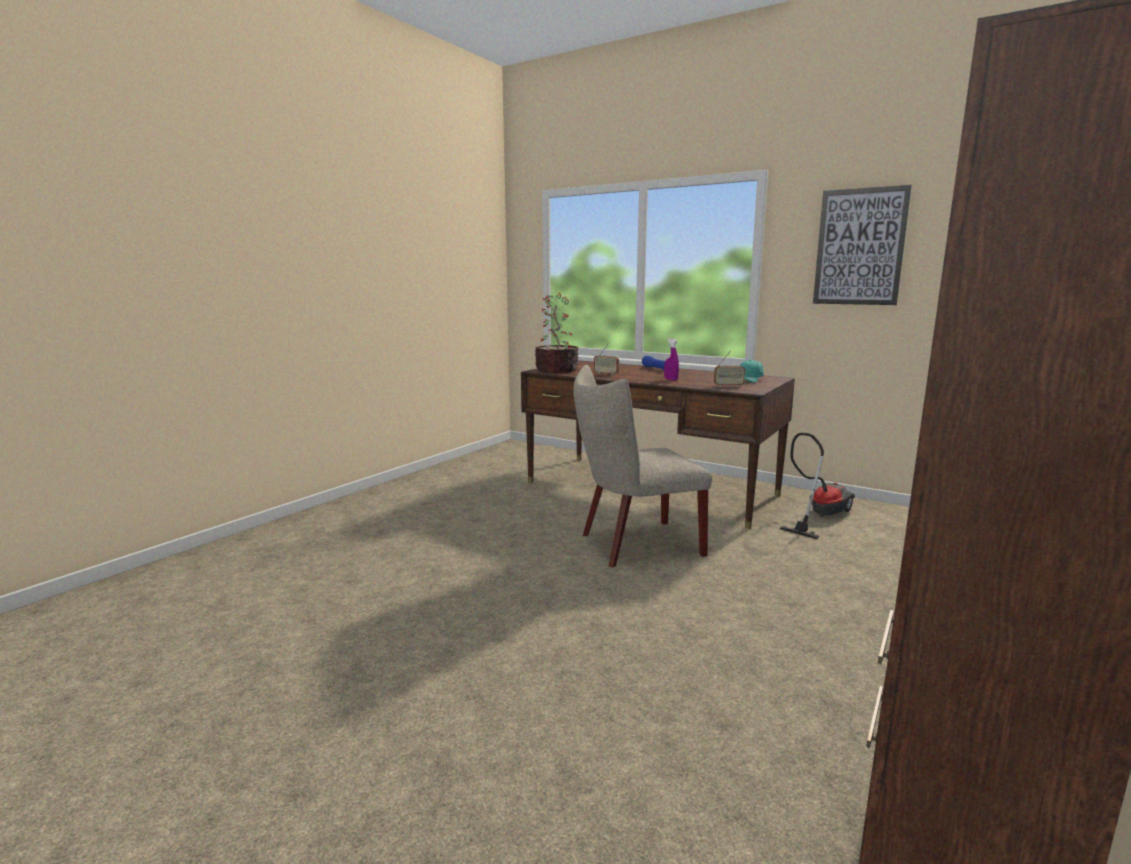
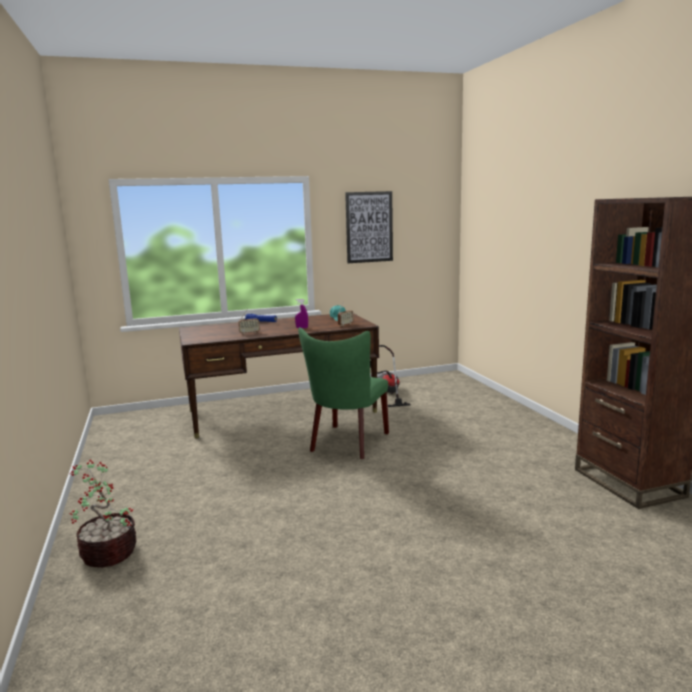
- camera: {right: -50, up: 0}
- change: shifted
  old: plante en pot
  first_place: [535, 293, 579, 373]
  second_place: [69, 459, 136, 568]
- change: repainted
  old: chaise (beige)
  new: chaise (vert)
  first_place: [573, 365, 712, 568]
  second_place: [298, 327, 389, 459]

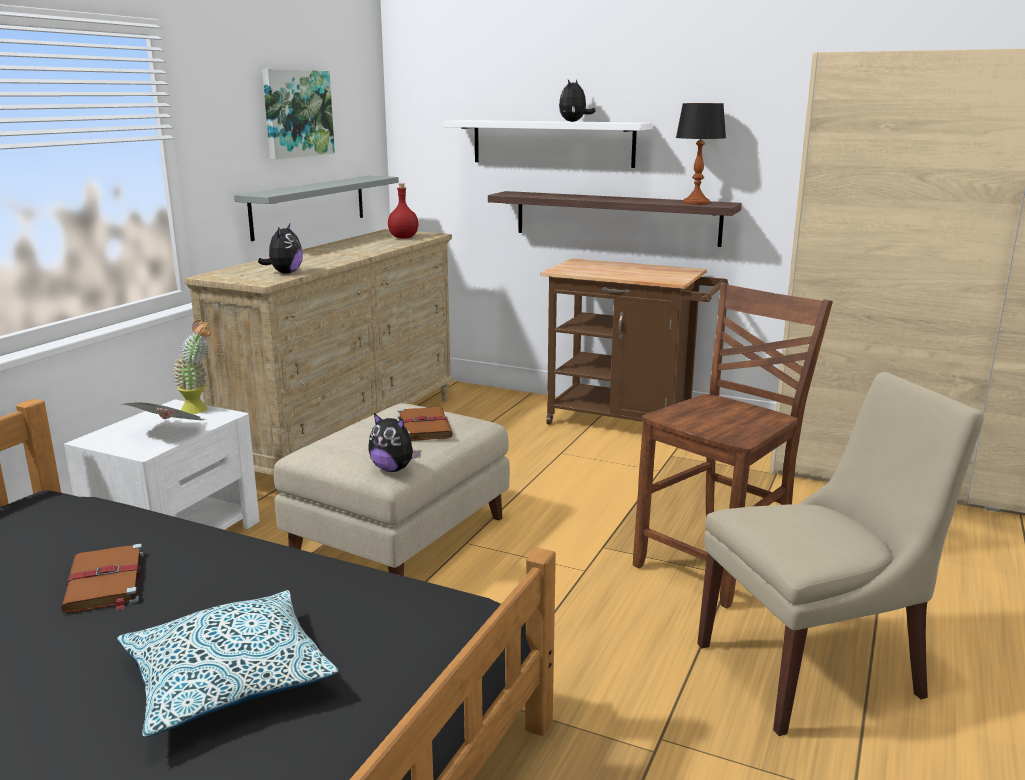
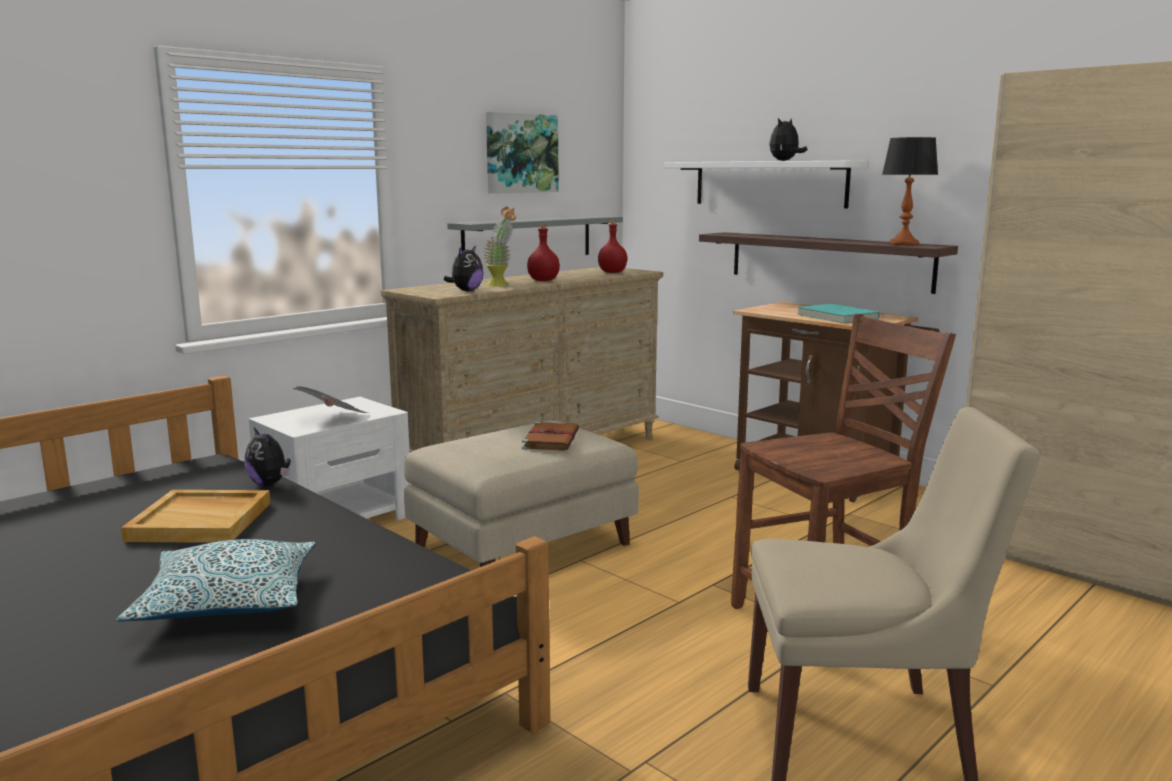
- camera: {right: 20, up: -5}
- change: shifted
  old: plante en pot
  first_place: [172, 320, 212, 414]
  second_place: [483, 207, 516, 287]
- change: shifted
  old: peluche
  first_place: [368, 413, 421, 472]
  second_place: [244, 428, 290, 486]
- change: swapped
  old: livre (marron)
  new: plateau (beige)
  first_place: [61, 544, 143, 613]
  second_place: [121, 490, 270, 543]
- change: new
  new: bouteille (rouge)
  second_place: [527, 224, 560, 281]
- change: new
  new: livre (turquoise)
  second_place: [797, 304, 880, 324]

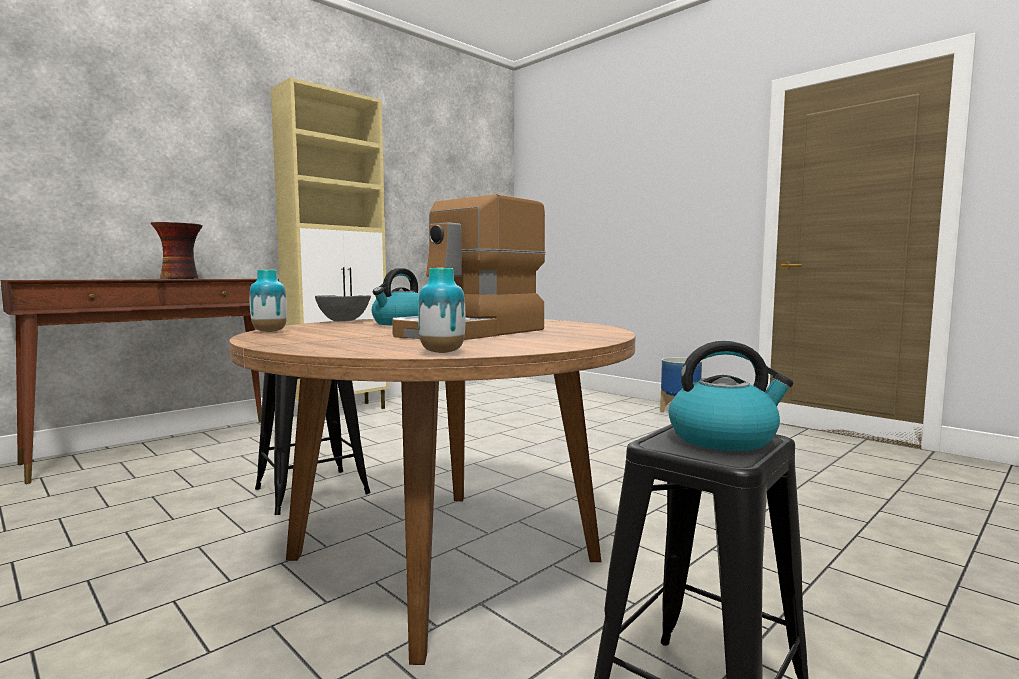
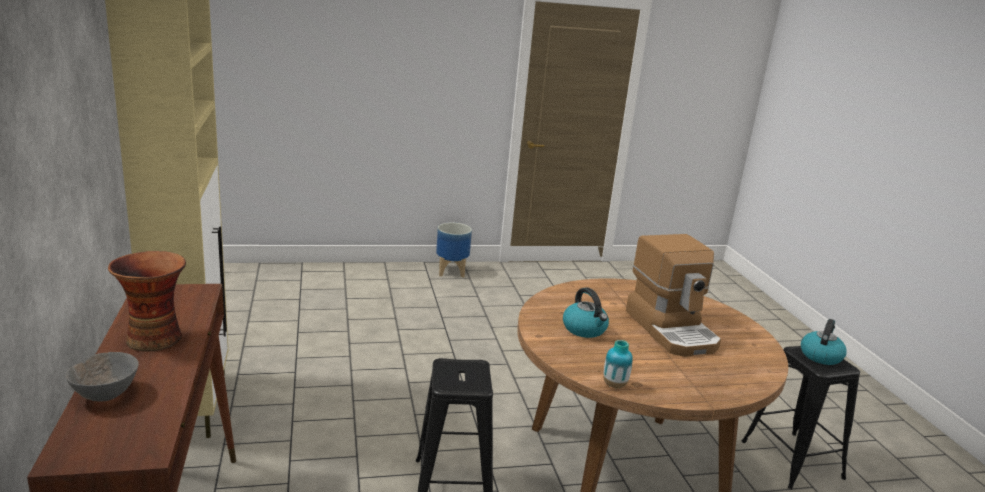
- camera: {right: -60, up: 15}
- change: gone
  old: vase
  first_place: [418, 268, 466, 353]
- change: shifted
  old: bol (gris)
  first_place: [315, 295, 371, 322]
  second_place: [66, 352, 139, 402]

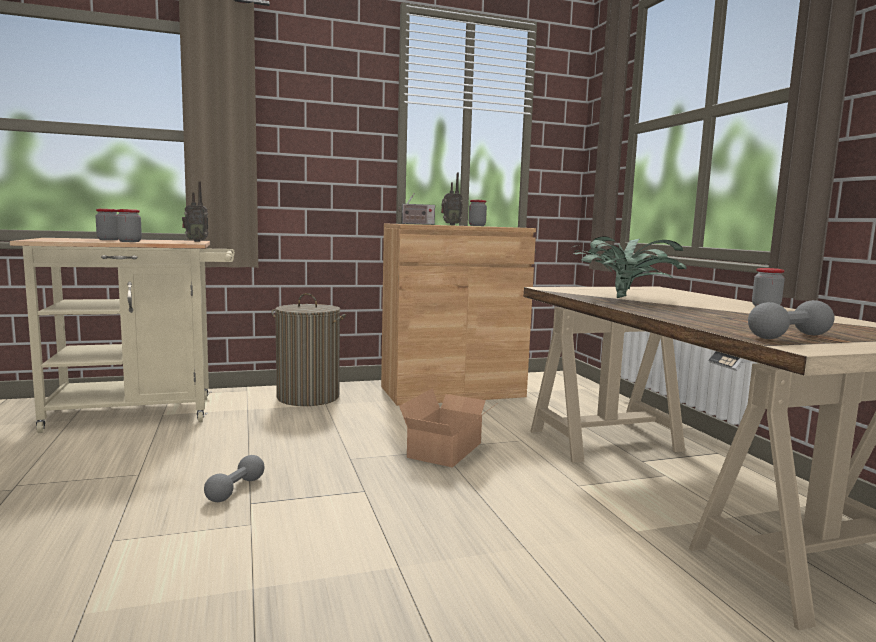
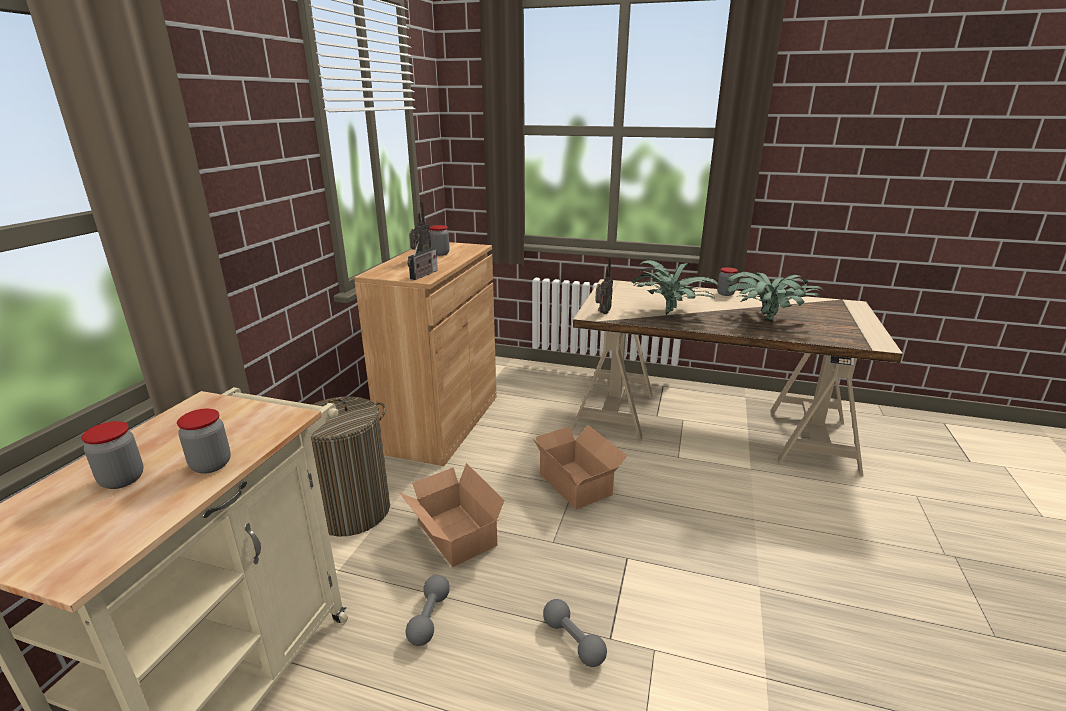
- camera: {right: -55, up: 15}
- change: shifted
  old: radio
  first_place: [182, 181, 209, 242]
  second_place: [595, 257, 613, 314]
- change: shifted
  old: haltère (gris)
  first_place: [748, 300, 834, 339]
  second_place: [406, 575, 450, 646]
- change: new
  new: plante en pot
  second_place: [725, 272, 823, 322]
- change: new
  new: carton
  second_place: [399, 463, 504, 567]

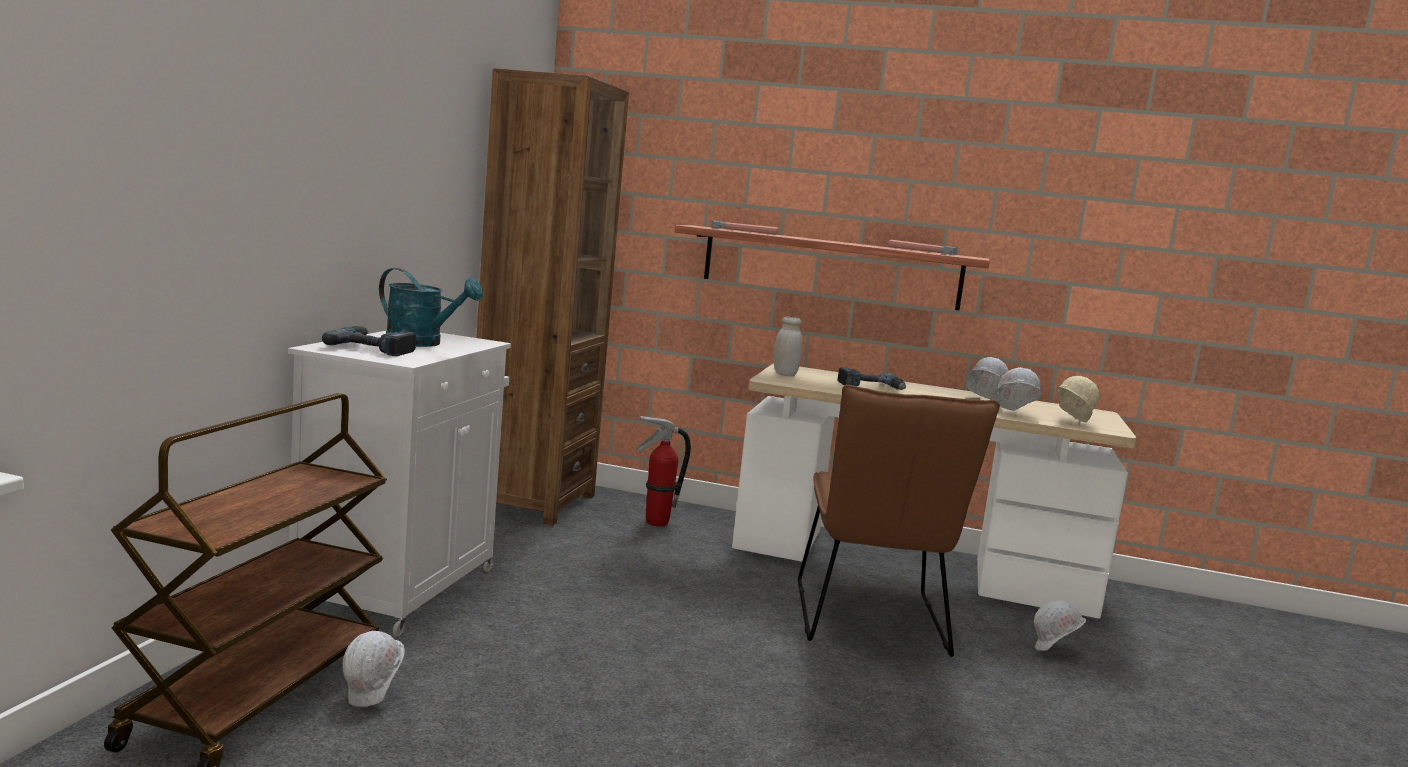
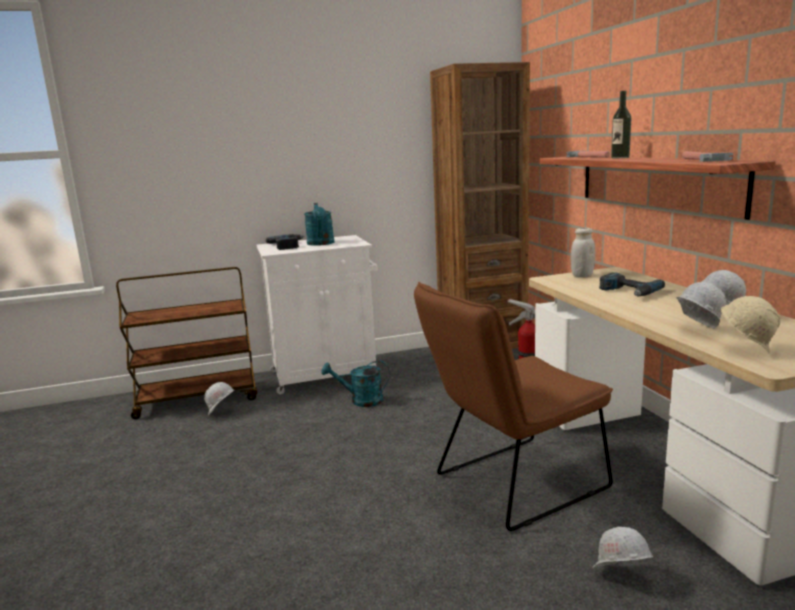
- camera: {right: 60, up: 5}
- change: new
  new: bouteille
  second_place: [611, 91, 631, 158]
- change: new
  new: arrosoir (turquoise)
  second_place: [321, 361, 390, 407]

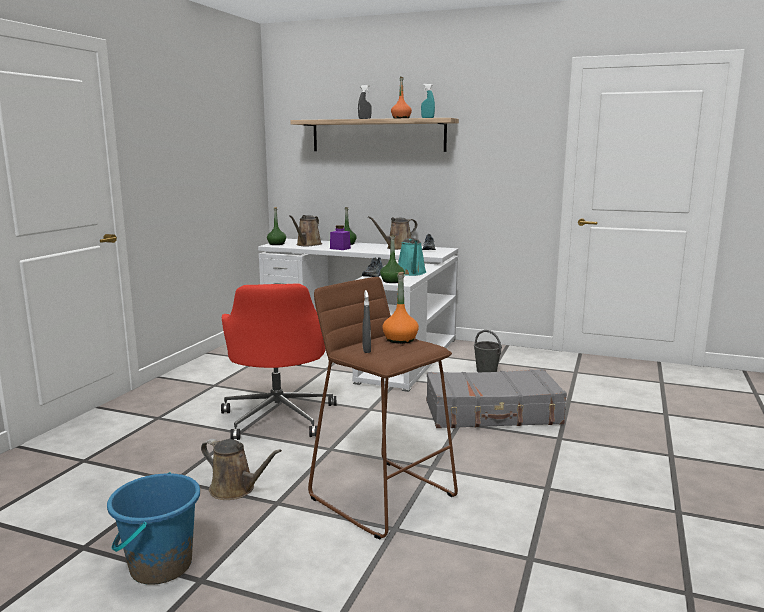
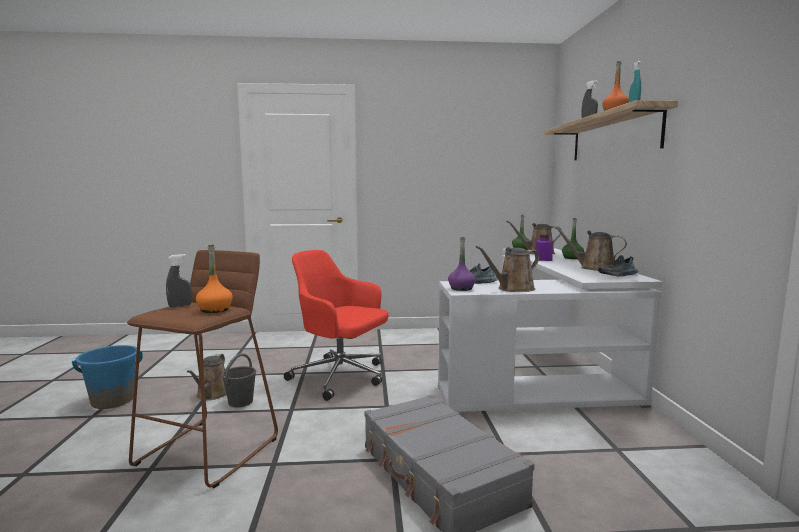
- camera: {right: 65, up: -5}
- change: repainted
  old: bouteille (vert)
  new: bouteille (violet)
  first_place: [380, 235, 405, 283]
  second_place: [448, 237, 476, 291]
- change: repainted
  old: arrosoir (turquoise)
  new: arrosoir (marron)
  first_place: [398, 238, 426, 276]
  second_place: [476, 246, 539, 292]
- change: rotated
  old: chaise de bureau (rouge)
  first_place: [221, 284, 336, 440]
  second_place: [284, 250, 389, 401]
  degrees: 60
- change: shifted
  old: seau (gris)
  first_place: [474, 330, 502, 372]
  second_place: [222, 353, 256, 407]

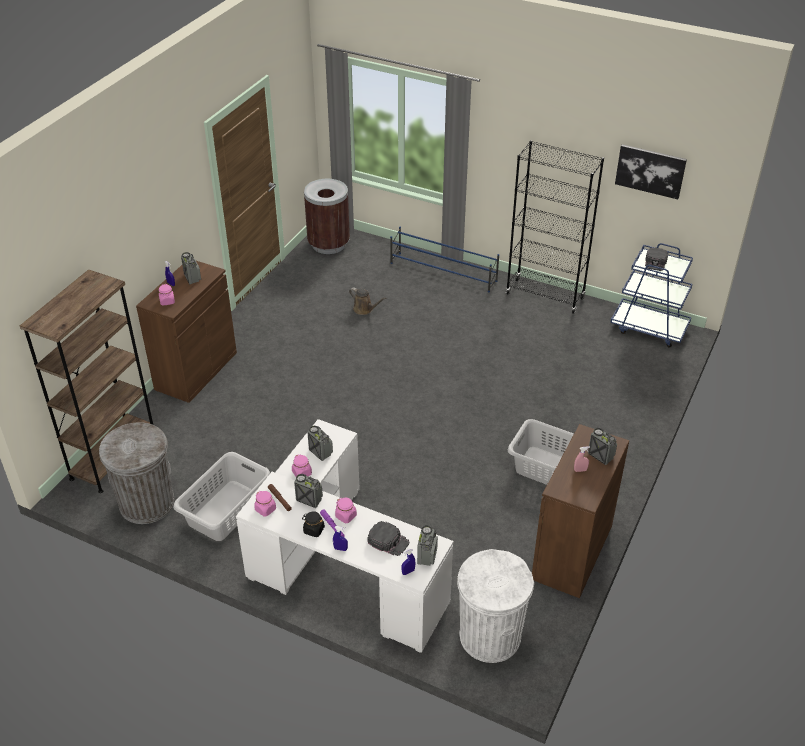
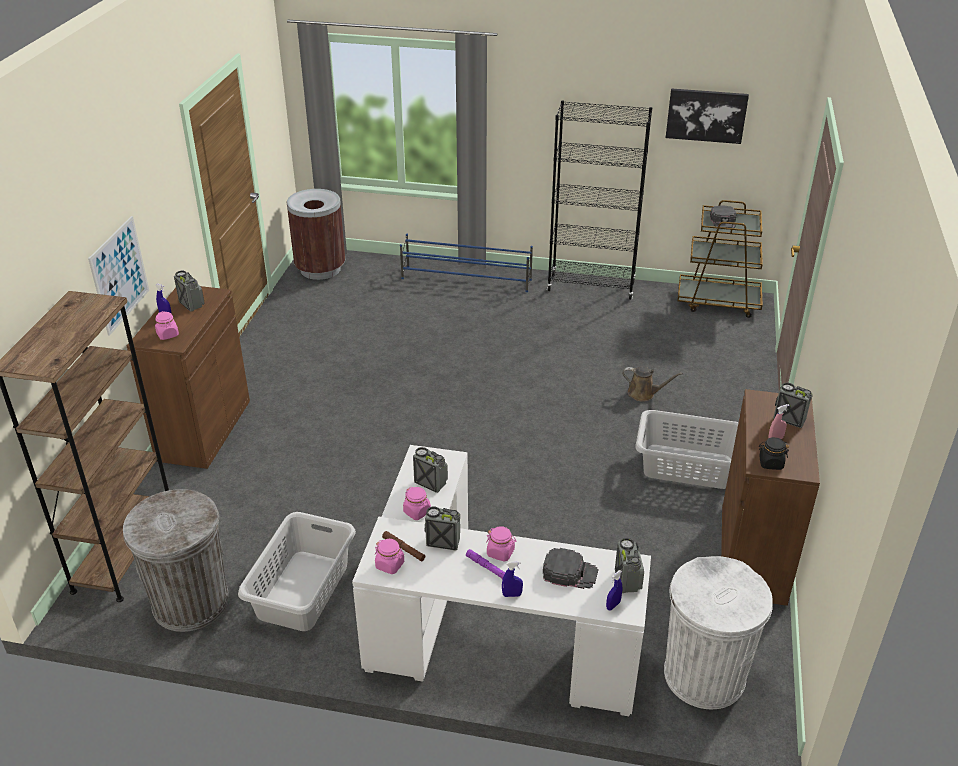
- camera: {right: -15, up: -5}
- change: repainted
  old: chariot (bleu)
  new: chariot (marron)
  first_place: [610, 243, 693, 347]
  second_place: [677, 200, 763, 318]
- change: shifted
  old: arrosoir (marron)
  first_place: [349, 288, 386, 315]
  second_place: [622, 367, 683, 402]
- change: shifted
  old: bocal (noir)
  first_place: [303, 511, 325, 537]
  second_place: [759, 437, 789, 470]
- change: new
  new: tableau
  second_place: [88, 216, 149, 336]

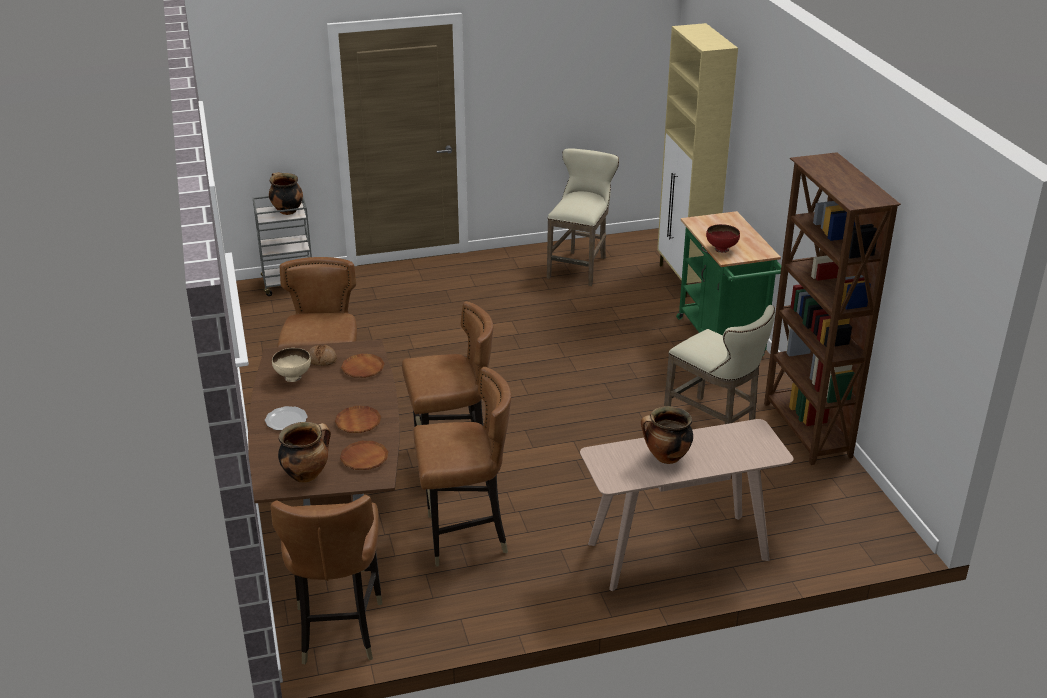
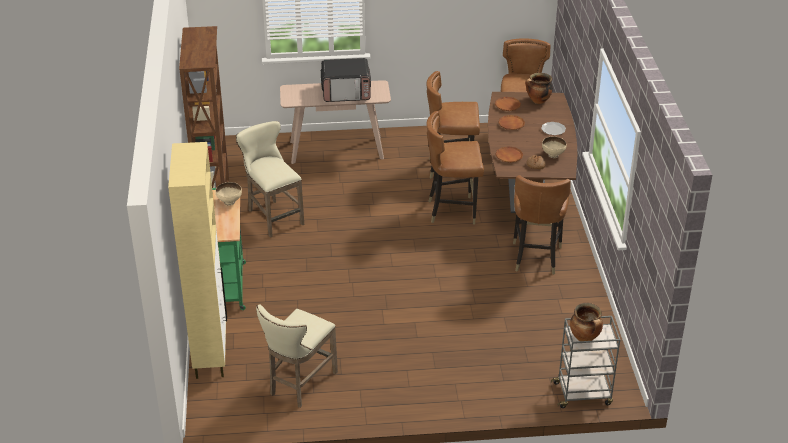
- camera: {right: -170, up: 5}
- change: repainted
  old: bol (rouge)
  new: bol (beige)
  first_place: [706, 224, 740, 253]
  second_place: [216, 182, 242, 206]
- change: swapped
  old: marmite
  new: micro-ondes
  first_place: [641, 406, 693, 464]
  second_place: [321, 58, 371, 102]

